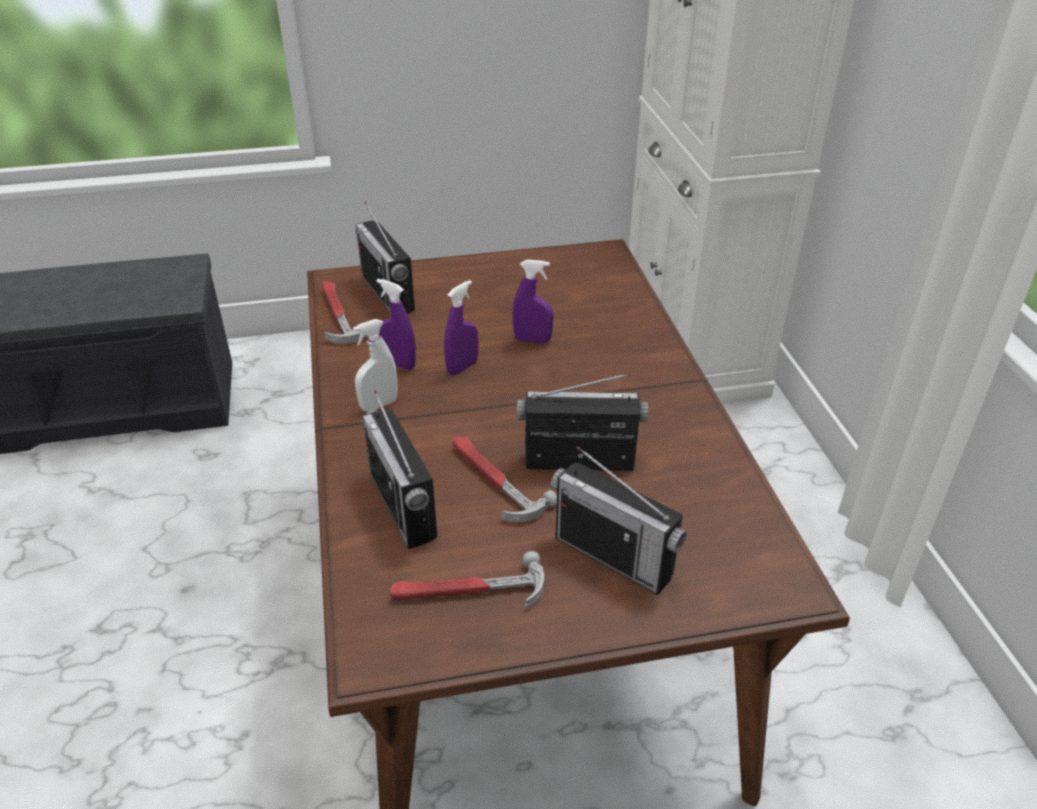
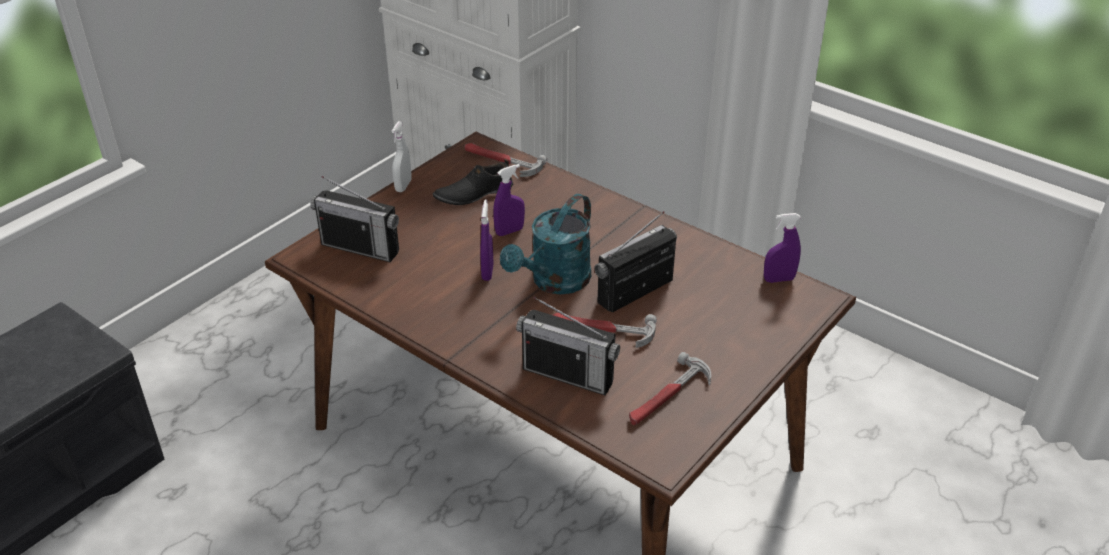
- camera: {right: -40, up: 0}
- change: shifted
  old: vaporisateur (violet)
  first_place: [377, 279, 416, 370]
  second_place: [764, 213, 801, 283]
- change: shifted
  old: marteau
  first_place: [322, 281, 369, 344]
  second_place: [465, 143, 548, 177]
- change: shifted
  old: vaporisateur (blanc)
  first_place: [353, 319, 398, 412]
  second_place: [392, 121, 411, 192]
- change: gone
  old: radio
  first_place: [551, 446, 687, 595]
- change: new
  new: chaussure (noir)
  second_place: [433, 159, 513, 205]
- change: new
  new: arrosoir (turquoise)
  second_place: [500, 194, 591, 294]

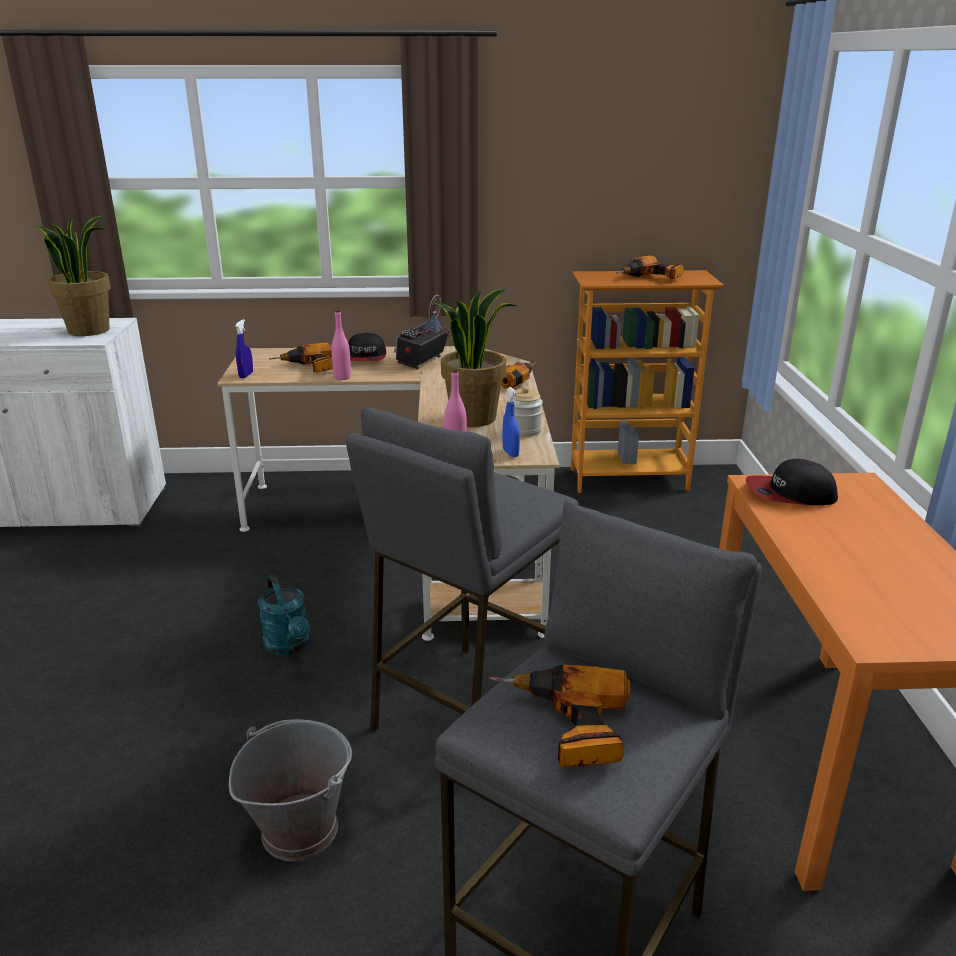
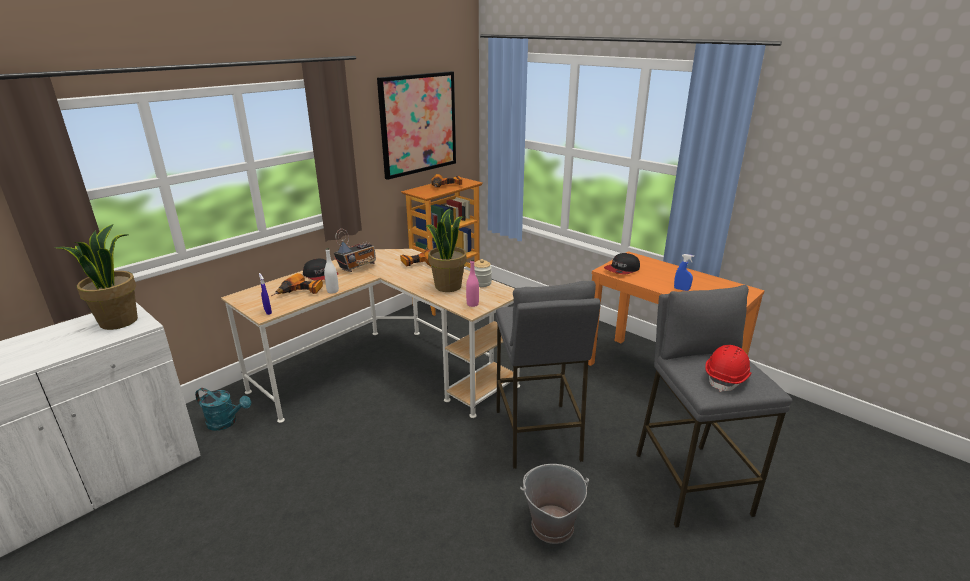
- camera: {right: -45, up: 0}
- change: rotated
  old: radio
  first_place: [394, 295, 450, 369]
  second_place: [334, 229, 376, 272]
  degrees: -120
- change: repainted
  old: bouteille (rose)
  new: bouteille (blanc)
  first_place: [331, 310, 351, 380]
  second_place: [324, 248, 339, 294]
- change: shifted
  old: vaporisateur (bleu)
  first_place: [503, 387, 520, 457]
  second_place: [674, 254, 694, 291]
- change: shifted
  old: arrosoir (turquoise)
  first_place: [258, 574, 310, 655]
  second_place: [195, 388, 251, 431]
- change: swapped
  old: perceuse
  new: casque de chantier (rouge)
  first_place: [489, 665, 630, 767]
  second_place: [705, 345, 752, 392]
- change: new
  new: tableau
  second_place: [377, 71, 456, 180]

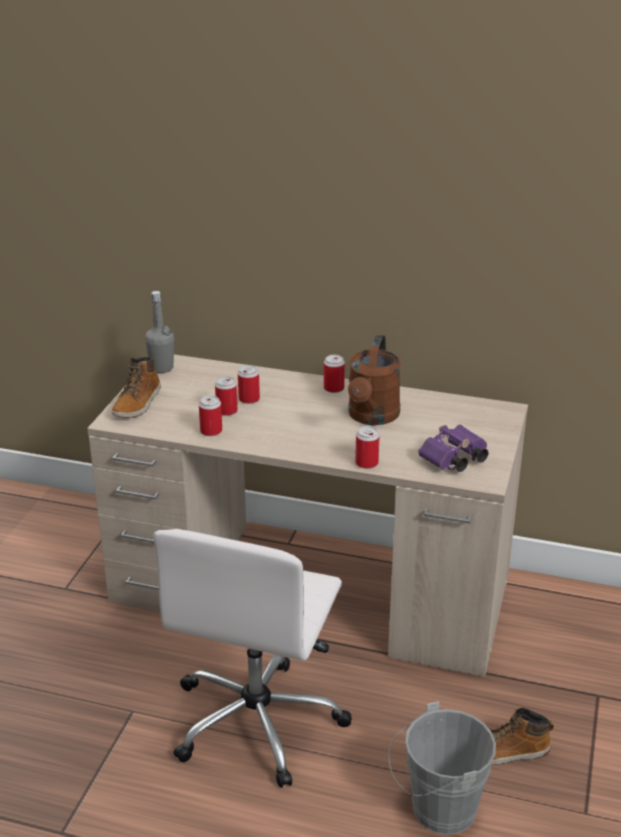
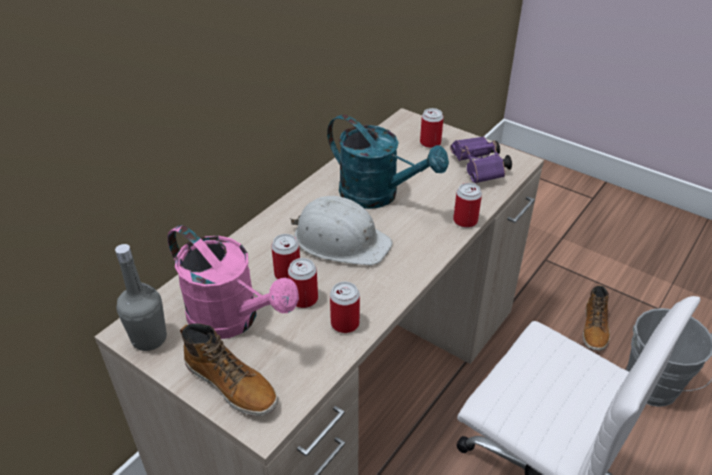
- camera: {right: -70, up: 10}
- change: repainted
  old: arrosoir (marron)
  new: arrosoir (turquoise)
  first_place: [348, 335, 401, 425]
  second_place: [327, 114, 449, 209]
- change: shifted
  old: boîte métallique
  first_place: [324, 355, 345, 393]
  second_place: [420, 108, 444, 148]
- change: new
  new: casque de chantier (blanc)
  second_place: [290, 196, 393, 266]
- change: new
  new: arrosoir (rose)
  second_place: [168, 225, 299, 339]

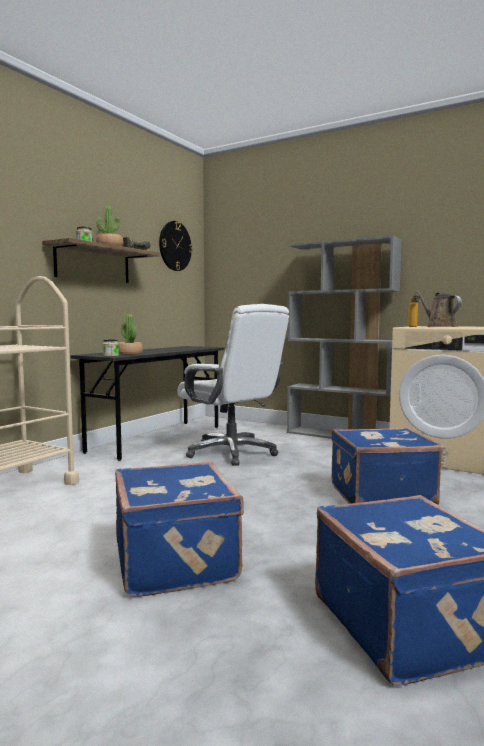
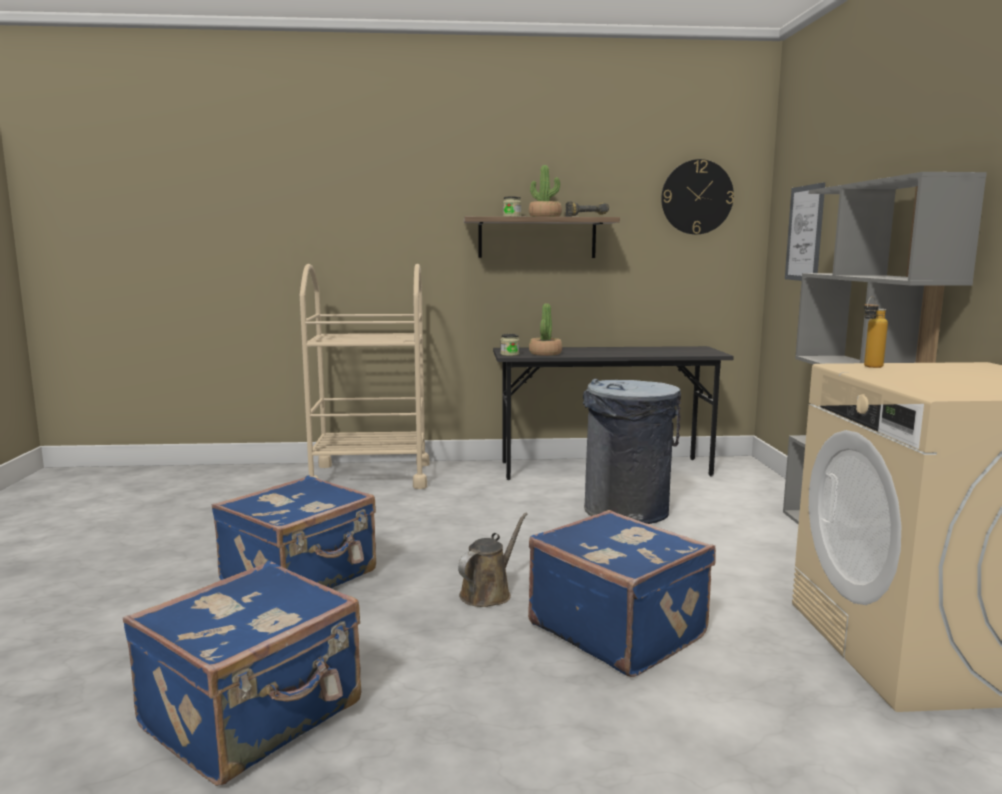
- camera: {right: 55, up: 5}
- change: shifted
  old: arrosoir (marron)
  first_place: [416, 291, 462, 327]
  second_place: [458, 513, 527, 607]
- change: swapped
  old: chaise de bureau (blanc)
  new: poubelle (gris)
  first_place: [177, 304, 289, 466]
  second_place: [583, 379, 681, 524]
- change: new
  new: tableau
  second_place: [785, 182, 825, 281]

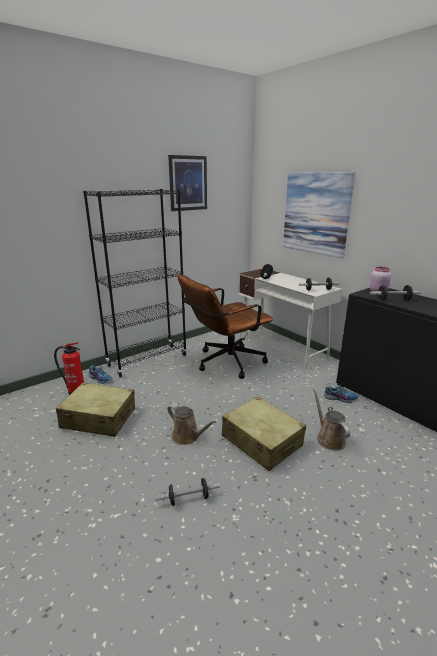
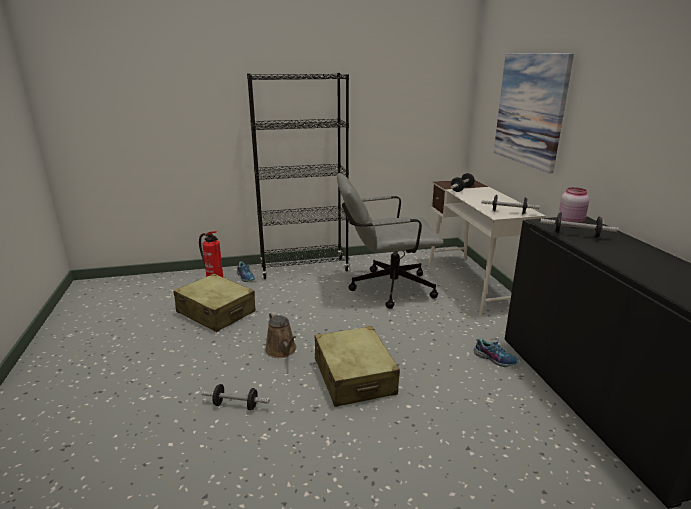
- camera: {right: 25, up: 0}
- change: gone
  old: tableau
  first_place: [168, 155, 207, 211]
- change: repainted
  old: chaise de bureau (marron)
  new: chaise de bureau (gris)
  first_place: [177, 274, 273, 379]
  second_place: [337, 173, 444, 309]
- change: gone
  old: arrosoir (marron)
  first_place: [313, 389, 350, 451]

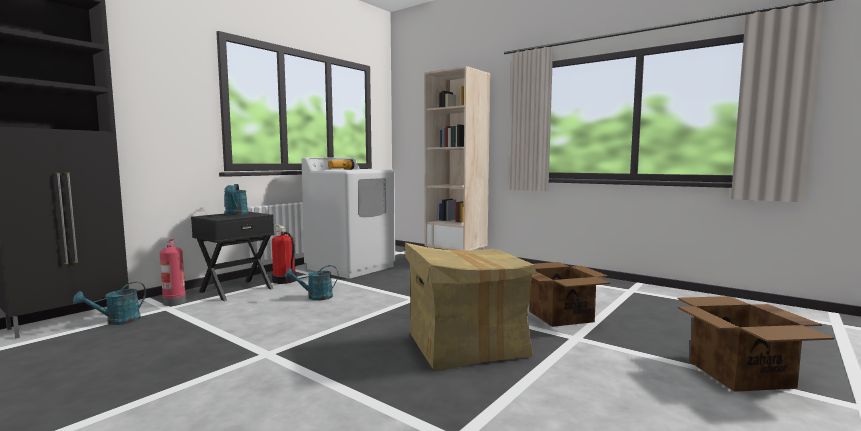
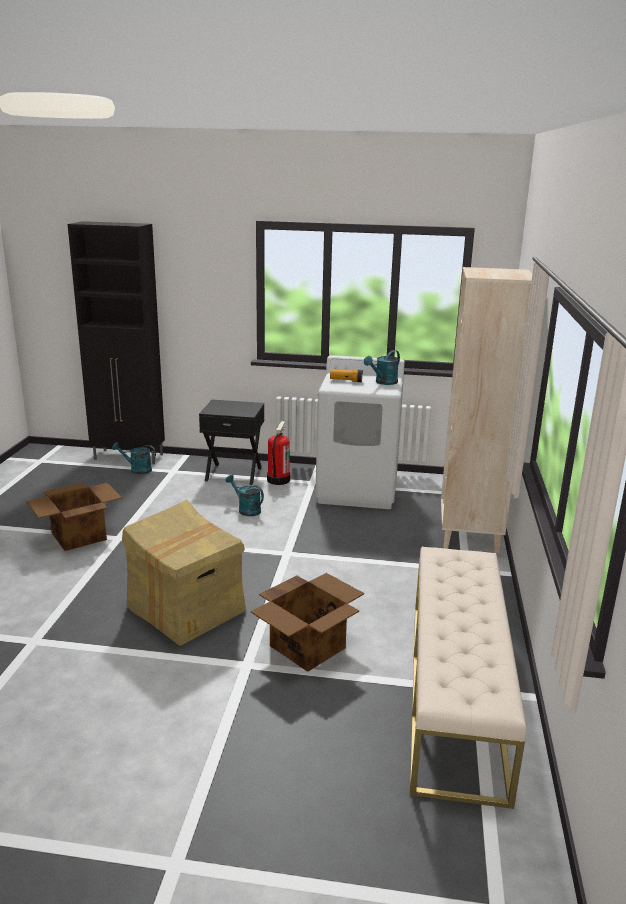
- camera: {right: 60, up: 15}
- change: shifted
  old: arrosoir (turquoise)
  first_place: [224, 184, 248, 215]
  second_place: [364, 350, 400, 385]
- change: gone
  old: extincteur
  first_place: [160, 239, 186, 306]
- change: shifted
  old: carton
  first_place: [677, 296, 834, 392]
  second_place: [26, 483, 122, 551]
- change: new
  new: banc (beige)
  second_place: [410, 547, 526, 809]

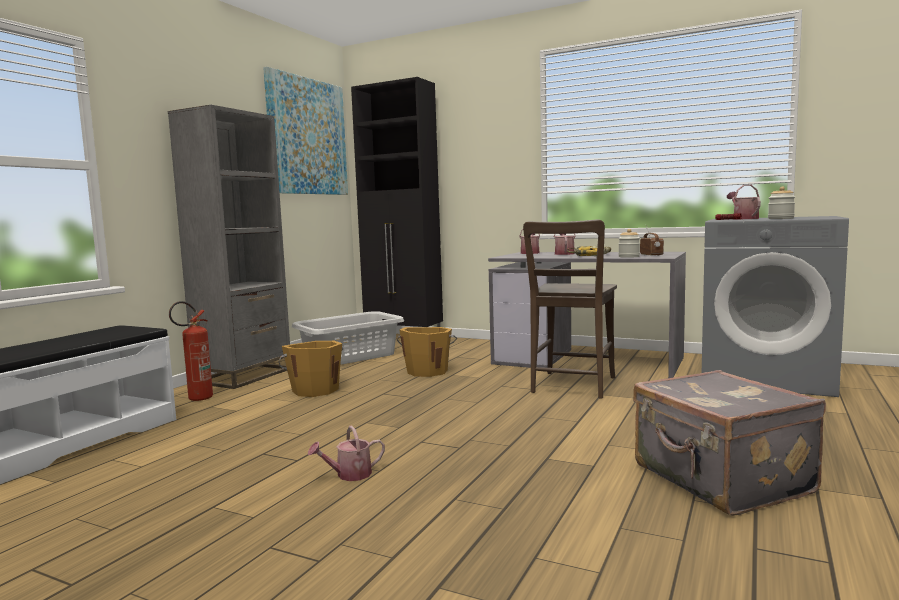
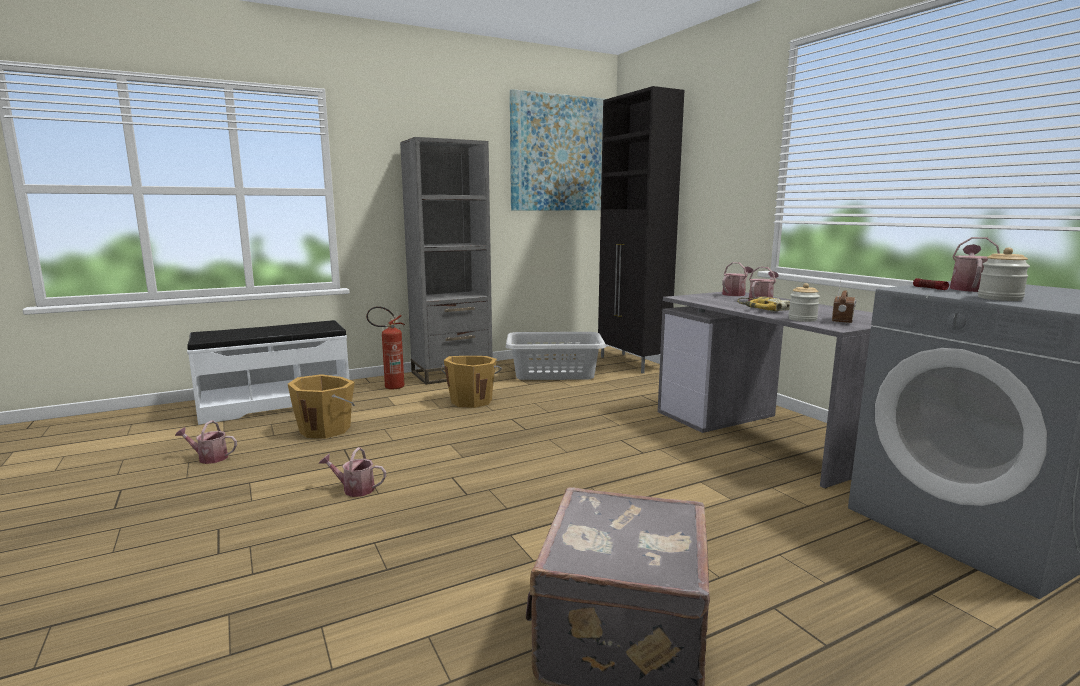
- camera: {right: 35, up: 5}
- change: gone
  old: chaise (marron)
  first_place: [523, 220, 617, 399]
- change: shifted
  old: seau (orange)
  first_place: [397, 327, 457, 377]
  second_place: [288, 374, 355, 439]
- change: new
  new: arrosoir
  second_place: [175, 420, 237, 464]

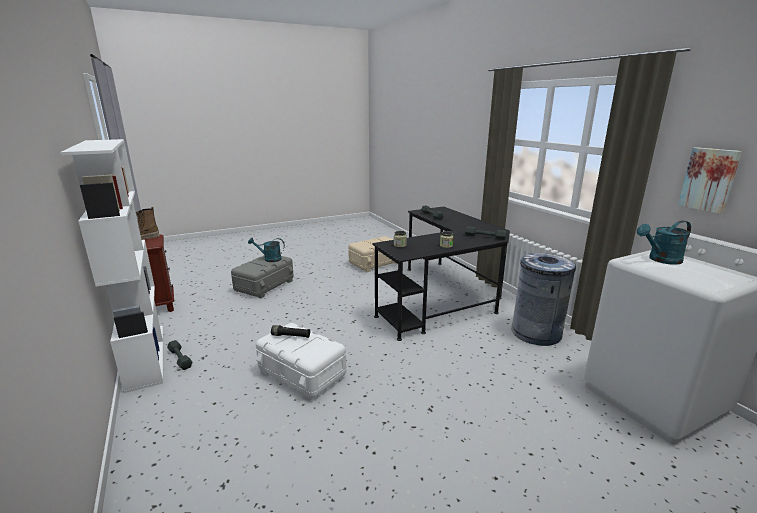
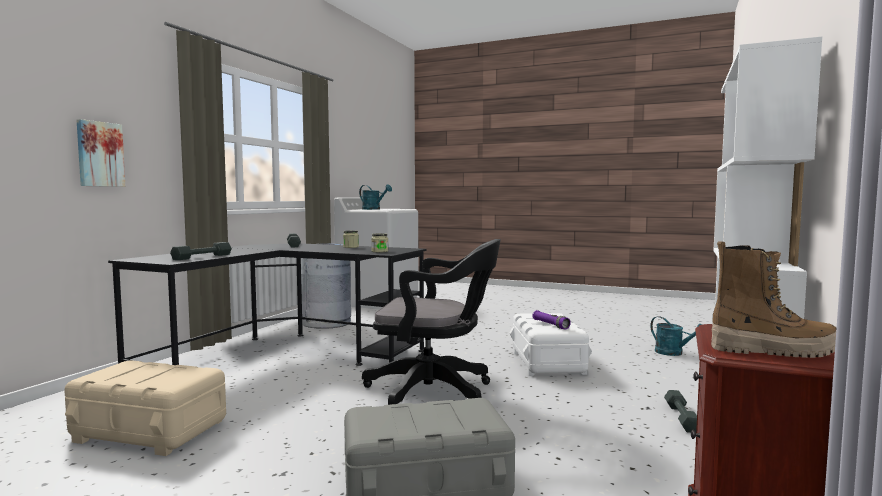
- camera: {right: -130, up: -15}
- change: shifted
  old: tableau
  first_place: [678, 147, 742, 214]
  second_place: [77, 119, 125, 187]
- change: shifted
  old: arrosoir (turquoise)
  first_place: [248, 238, 285, 262]
  second_place: [650, 316, 702, 356]
- change: repainted
  old: lampe de poche (noir)
  new: lampe de poche (violet)
  first_place: [271, 325, 310, 338]
  second_place: [532, 310, 571, 329]
- change: new
  new: chaise de bureau (noir)
  second_place: [362, 239, 501, 405]

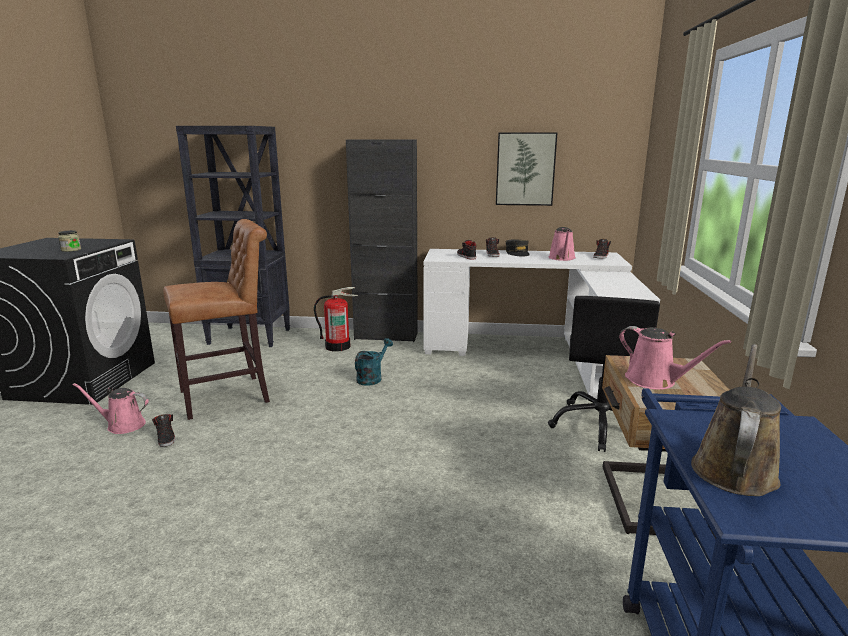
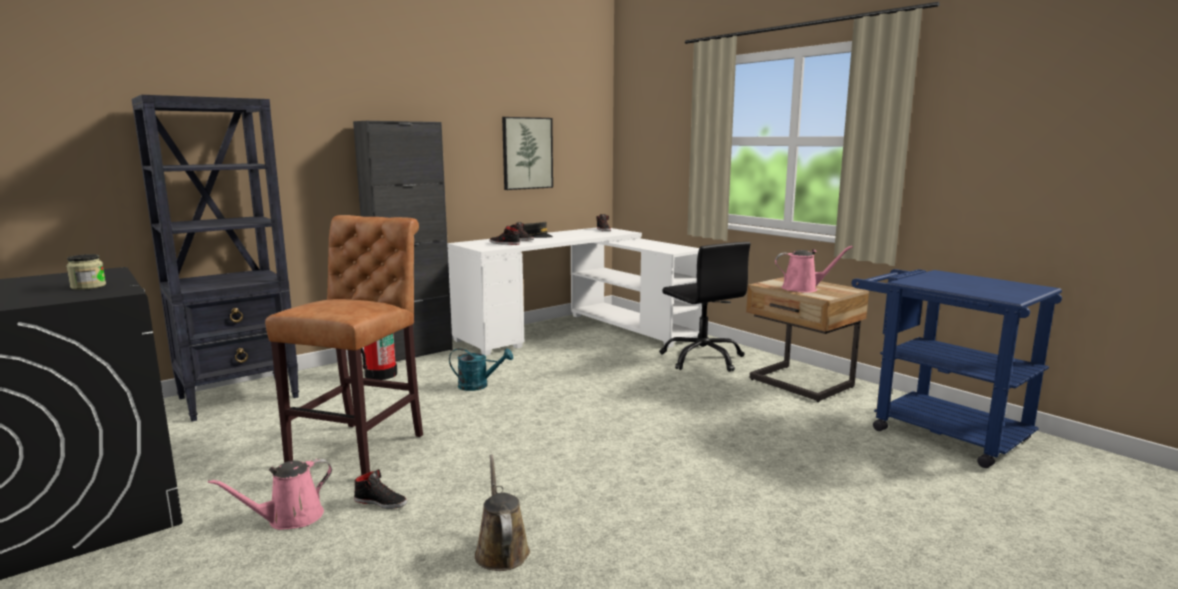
- camera: {right: -45, up: -5}
- change: gone
  old: arrosoir (rose)
  first_place: [548, 227, 576, 261]
- change: rotated
  old: arrosoir (turquoise)
  first_place: [355, 338, 393, 386]
  second_place: [449, 348, 513, 391]
  degrees: 105
- change: shifted
  old: arrosoir (marron)
  first_place: [691, 344, 781, 496]
  second_place: [475, 454, 530, 571]

